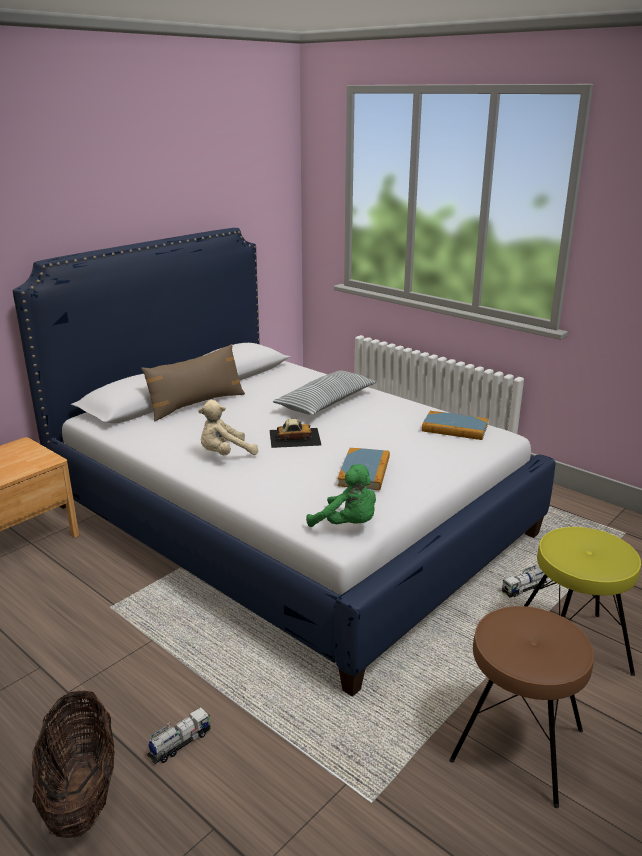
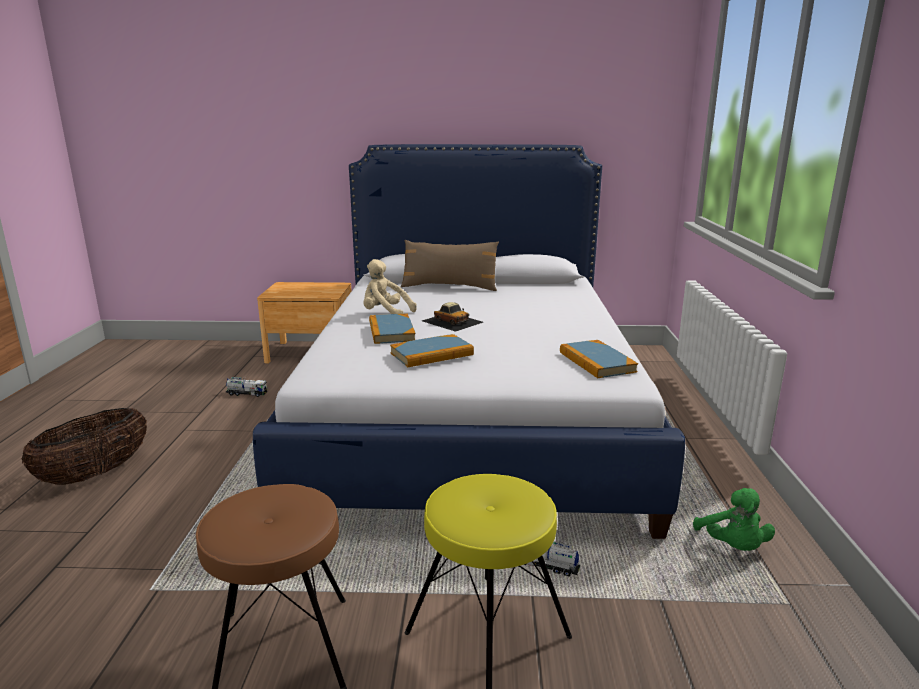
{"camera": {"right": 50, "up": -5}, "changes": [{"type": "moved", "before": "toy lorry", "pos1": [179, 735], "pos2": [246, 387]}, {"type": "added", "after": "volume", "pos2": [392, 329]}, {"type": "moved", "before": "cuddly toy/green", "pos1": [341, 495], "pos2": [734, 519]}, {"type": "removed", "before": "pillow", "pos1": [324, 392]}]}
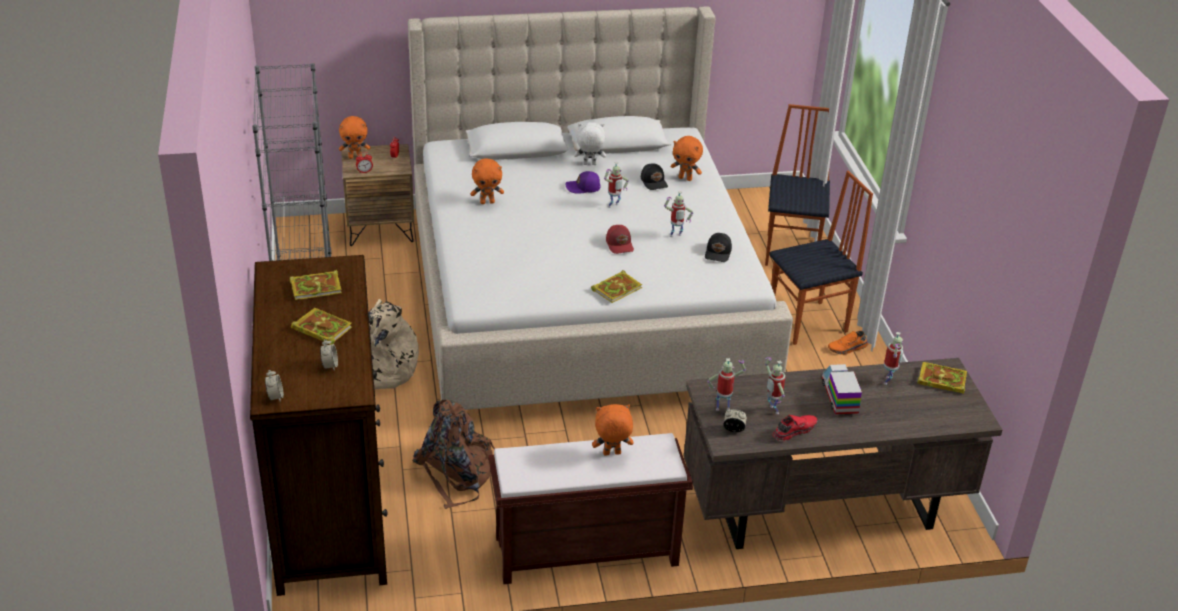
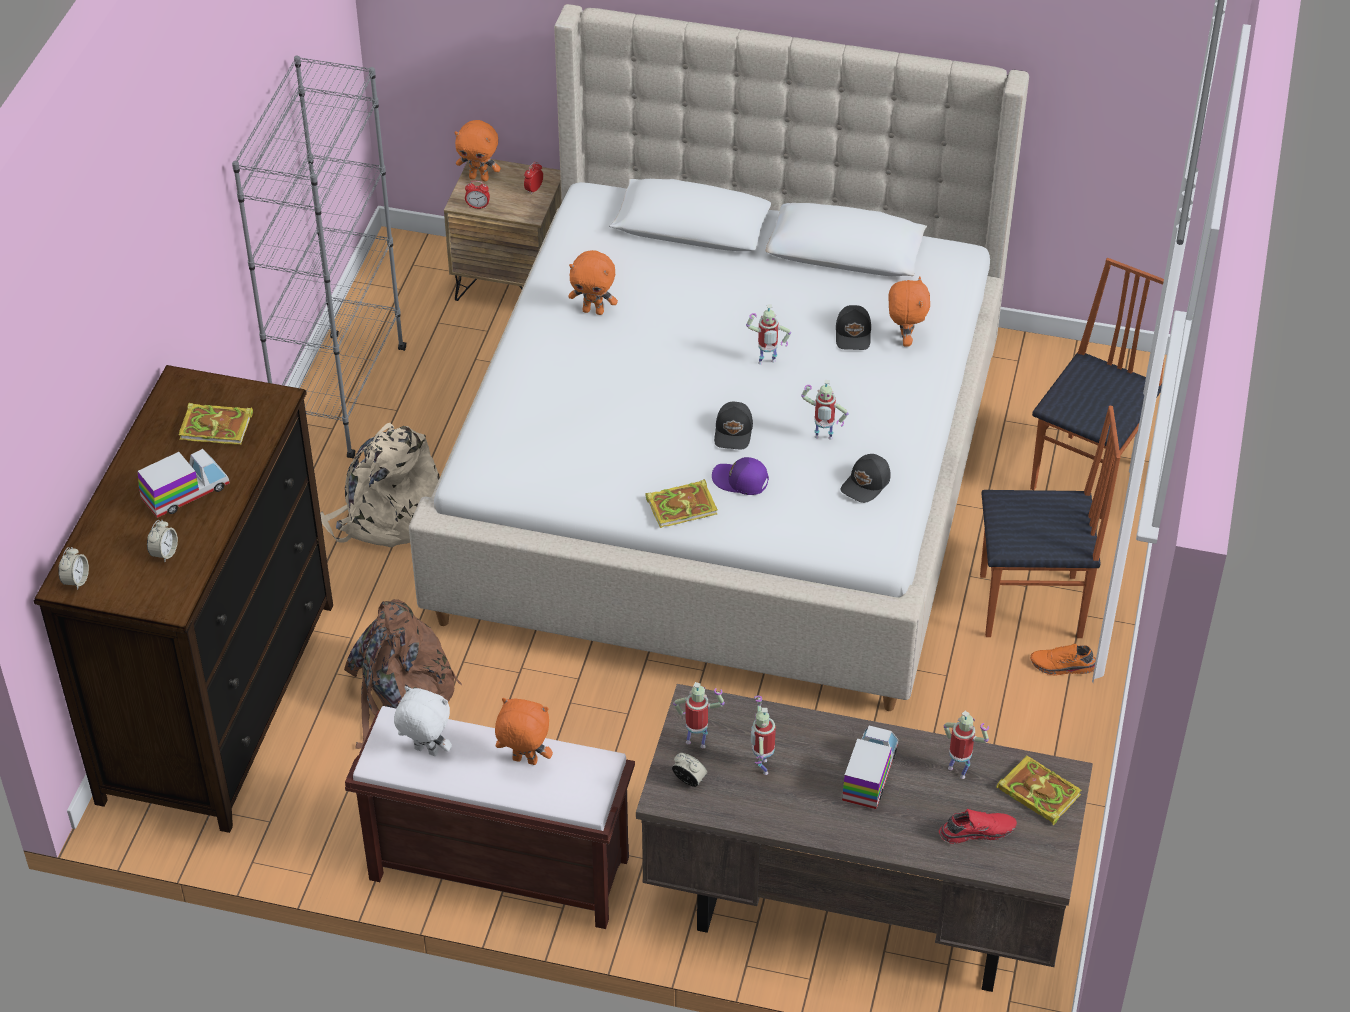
{"camera": {"right": 25, "up": 10}, "changes": [{"type": "replaced", "before": "volume", "after": "toy lorry", "pos1": [321, 326], "pos2": [183, 483]}, {"type": "moved", "before": "cuddly toy/white", "pos1": [590, 143], "pos2": [423, 721]}, {"type": "moved", "before": "peaked cap/purple-coloured", "pos1": [583, 182], "pos2": [740, 476]}, {"type": "recoloured", "before": "peaked cap/red-coloured", "after": "peaked cap/blackish", "pos1": [620, 239], "pos2": [733, 425]}, {"type": "turned", "before": "cuddly toy/orange", "pos1": [687, 158], "pos2": [909, 311], "turn": -135}, {"type": "moved", "before": "item of footwear/red-coloured", "pos1": [794, 428], "pos2": [978, 826]}, {"type": "turned", "before": "robot figure", "pos1": [893, 358], "pos2": [966, 745], "turn": -90}]}
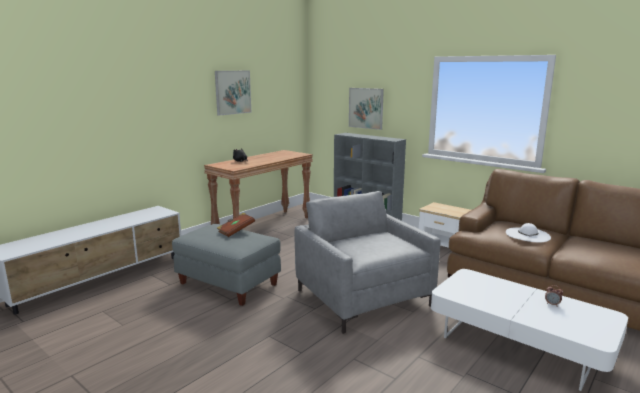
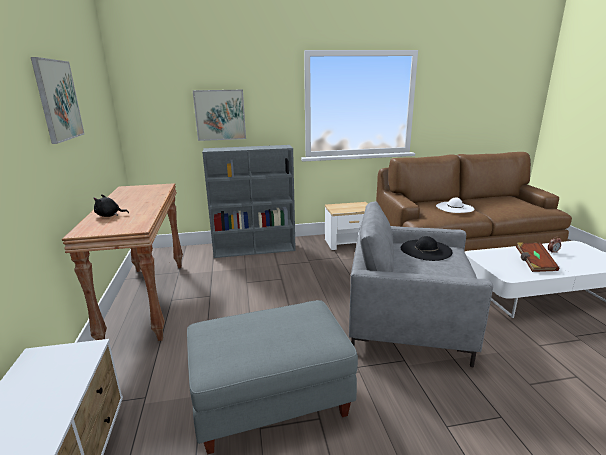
{"camera": {"right": -50, "up": 5}, "changes": [{"type": "added", "after": "clothing hat/blackish", "pos2": [427, 248]}, {"type": "moved", "before": "volume/brownish", "pos1": [236, 224], "pos2": [538, 257]}]}
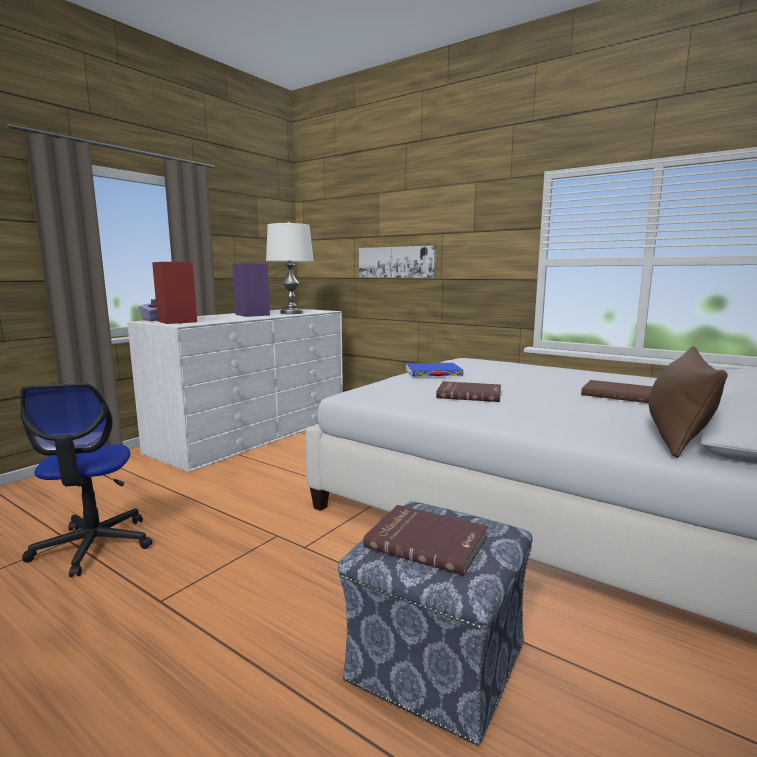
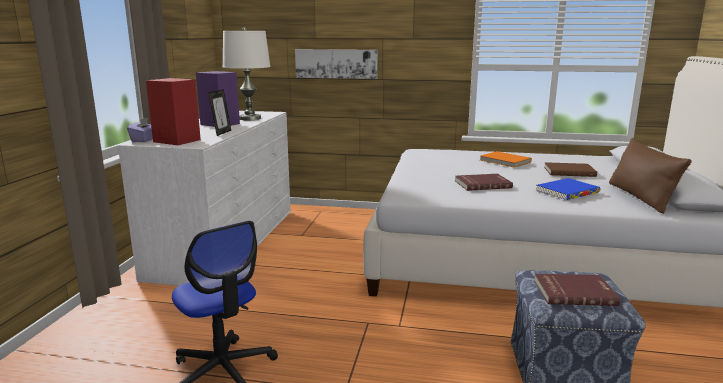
{"camera": {"right": -25, "up": 5}, "changes": [{"type": "added", "after": "picture frame", "pos2": [219, 112]}, {"type": "added", "after": "volume/orange", "pos2": [506, 159]}, {"type": "moved", "before": "volume/blue", "pos1": [434, 370], "pos2": [568, 189]}]}
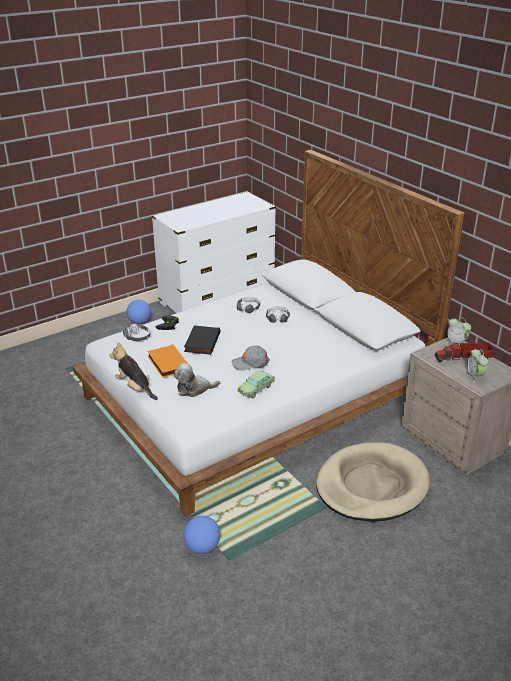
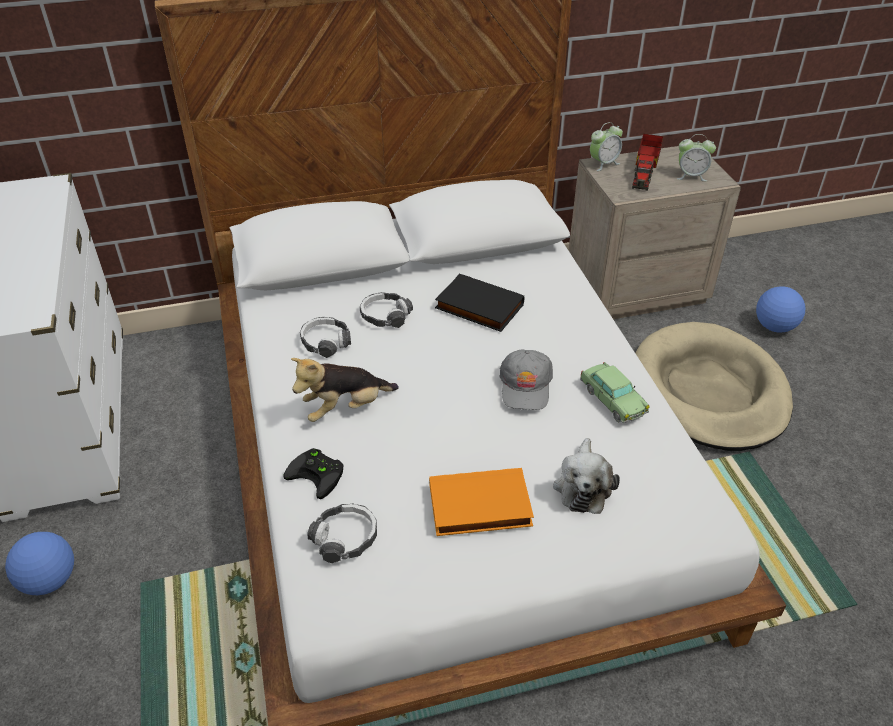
{"camera": {"right": -70, "up": 10}, "changes": [{"type": "moved", "before": "cuddly toy", "pos1": [133, 371], "pos2": [345, 390]}, {"type": "moved", "before": "volume/blackish", "pos1": [202, 340], "pos2": [479, 303]}, {"type": "moved", "before": "football ball", "pos1": [201, 535], "pos2": [780, 309]}]}
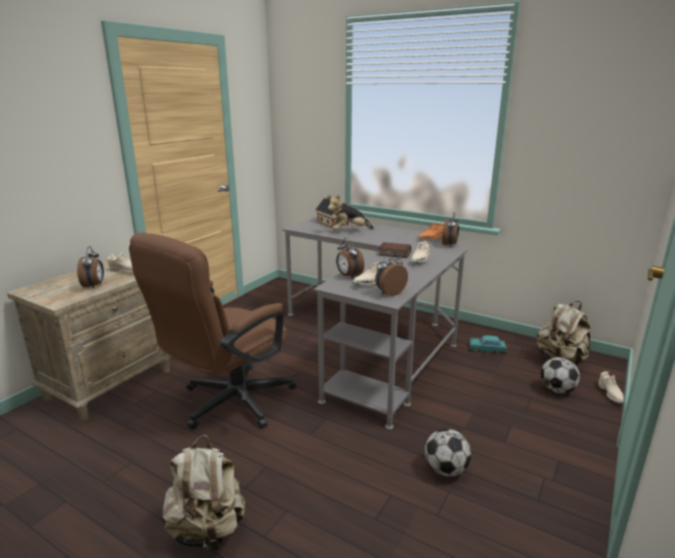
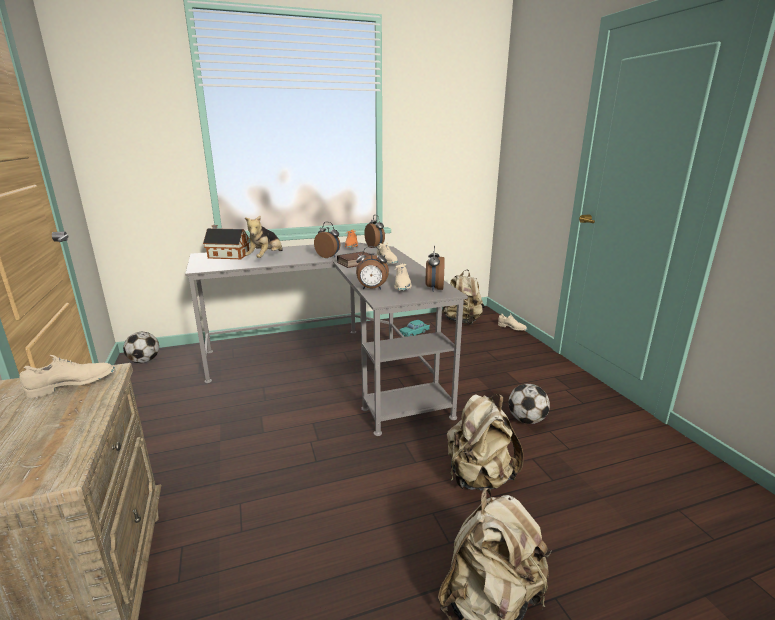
{"camera": {"right": -50, "up": 0}, "changes": [{"type": "moved", "before": "football ball", "pos1": [560, 375], "pos2": [141, 347]}, {"type": "moved", "before": "table clock", "pos1": [90, 267], "pos2": [327, 240]}, {"type": "added", "after": "knapsack/sand-coloured", "pos2": [485, 442]}, {"type": "removed", "before": "computer chair/brownish", "pos1": [212, 331]}]}
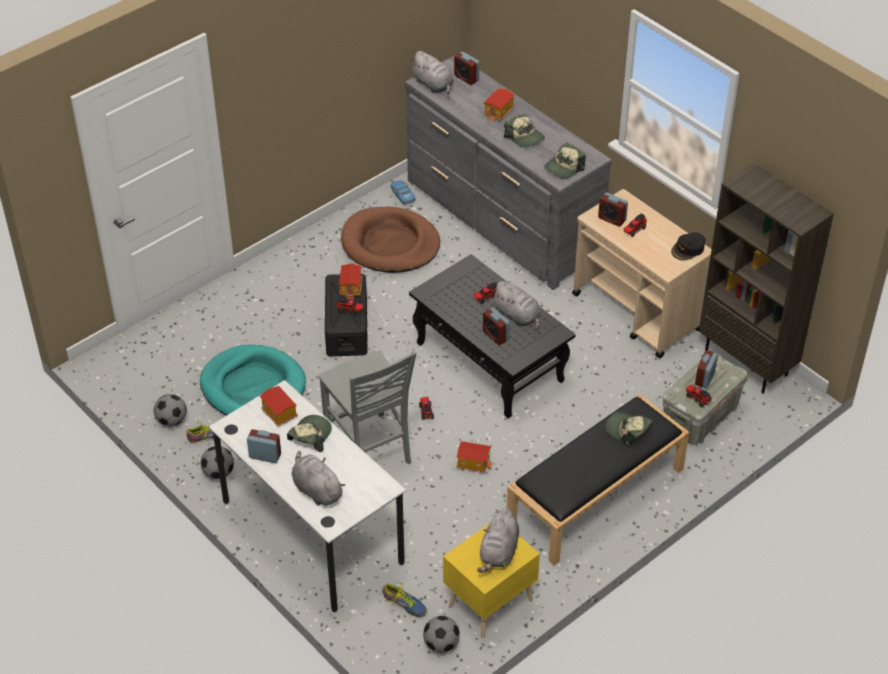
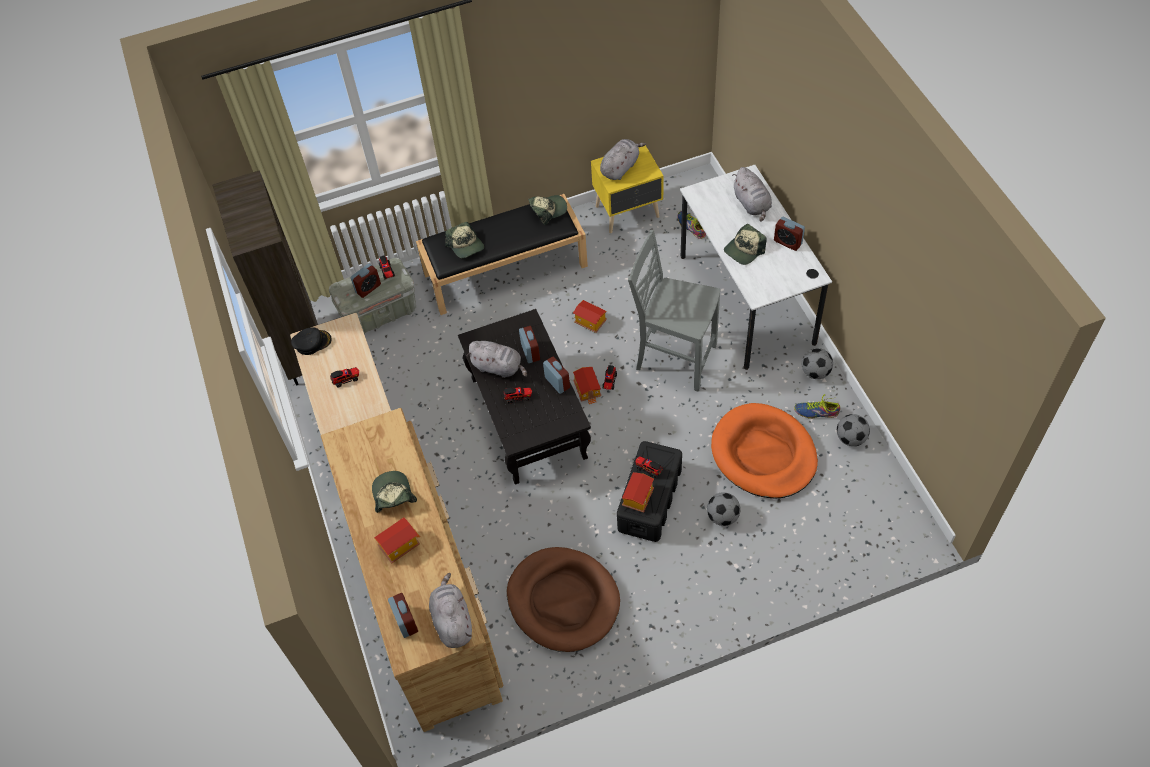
{"camera": {"right": -155, "up": 10}, "changes": [{"type": "recoloured", "before": "chest of drawers/greyish", "after": "chest of drawers/brownish", "pos1": [508, 172], "pos2": [412, 570]}, {"type": "turned", "before": "cuddly toy/greyish", "pos1": [516, 305], "pos2": [496, 359], "turn": 135}, {"type": "moved", "before": "peaked cap", "pos1": [565, 161], "pos2": [547, 210]}, {"type": "moved", "before": "table clock", "pos1": [613, 210], "pos2": [556, 375]}, {"type": "moved", "before": "model house", "pos1": [278, 406], "pos2": [587, 385]}, {"type": "turned", "before": "chair/greyish", "pos1": [368, 407], "pos2": [674, 311], "turn": -60}, {"type": "moved", "before": "football ball", "pos1": [441, 634], "pos2": [724, 509]}, {"type": "recoloured", "before": "dog bed/turquoise-coloured", "after": "dog bed/orange", "pos1": [253, 380], "pos2": [764, 450]}, {"type": "removed", "before": "miniature car", "pos1": [402, 192]}]}
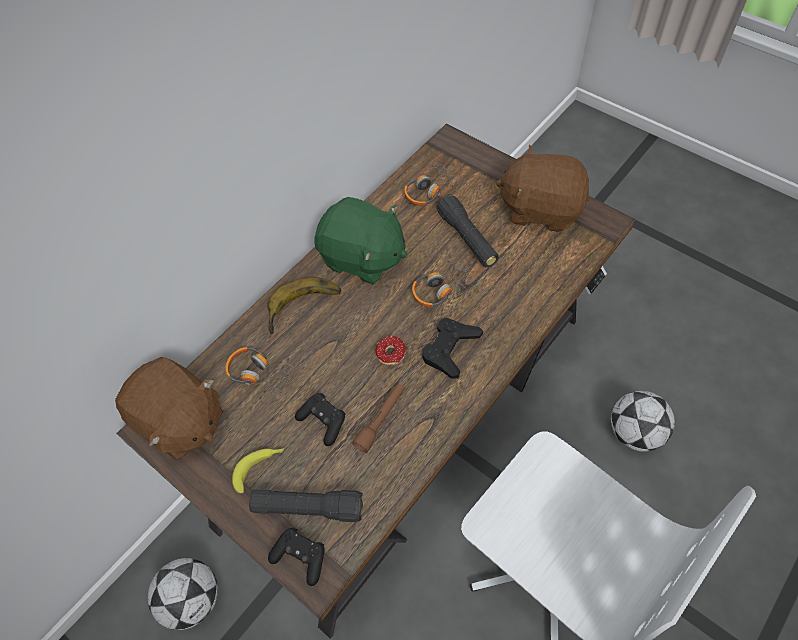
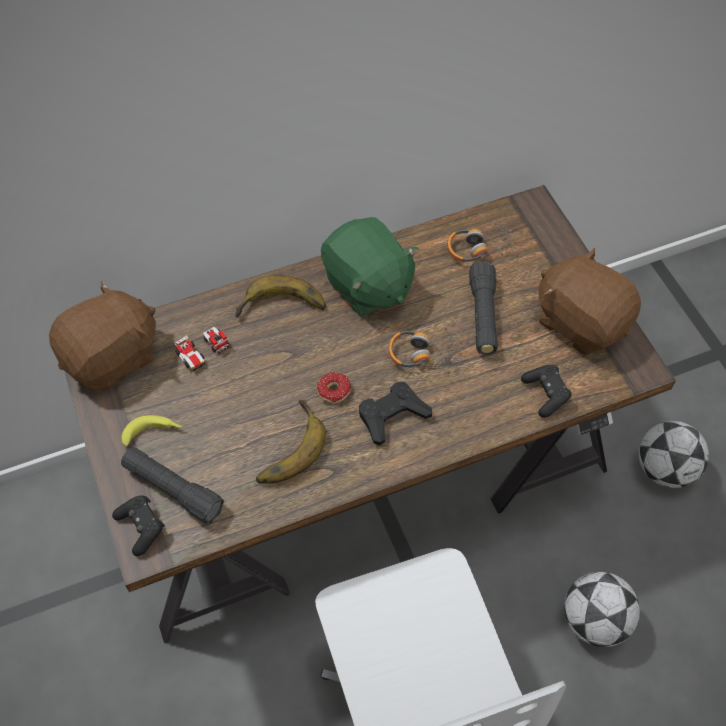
{"camera": {"right": 25, "up": 0}, "changes": [{"type": "turned", "before": "cuddly toy/brownish", "pos1": [169, 408], "pos2": [102, 336], "turn": -105}, {"type": "replaced", "before": "headset", "after": "miniature car", "pos1": [259, 377], "pos2": [201, 349]}, {"type": "replaced", "before": "torch/brownish", "after": "whole banana", "pos1": [378, 418], "pos2": [291, 442]}, {"type": "moved", "before": "gamepad/blackish", "pos1": [320, 419], "pos2": [546, 391]}, {"type": "moved", "before": "football ball", "pos1": [183, 594], "pos2": [674, 454]}]}
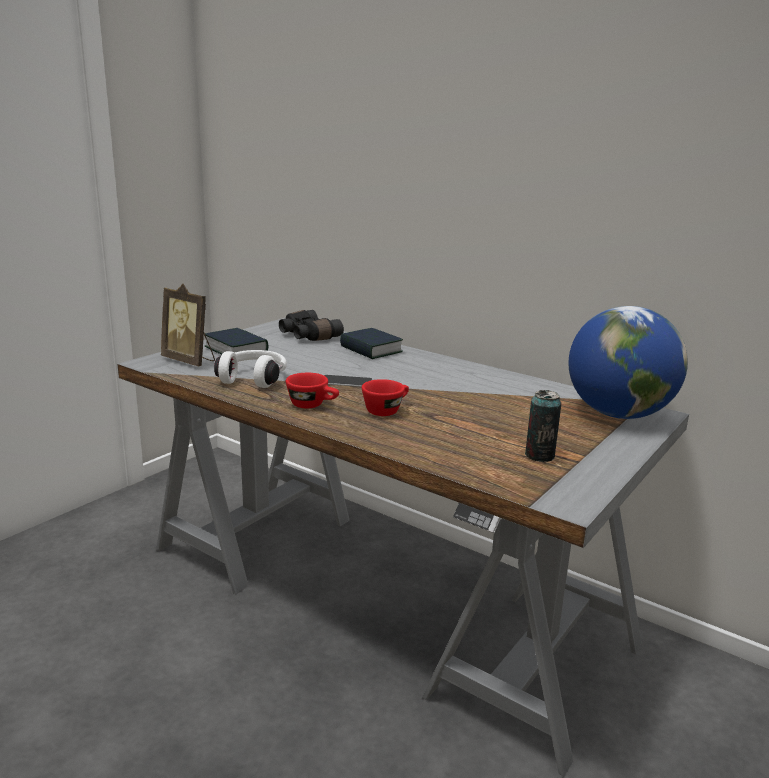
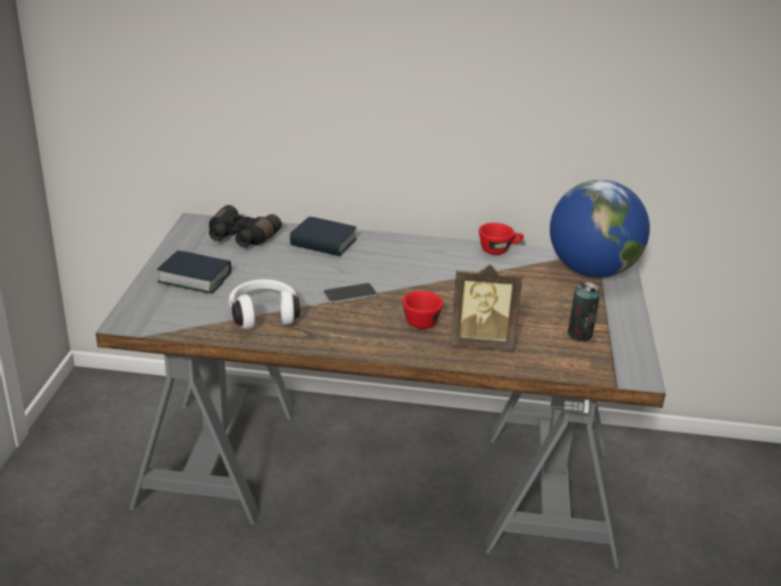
{"camera": {"right": -30, "up": 10}, "changes": [{"type": "moved", "before": "picture frame", "pos1": [188, 325], "pos2": [486, 308]}, {"type": "moved", "before": "drinking cup/red-coloured", "pos1": [312, 390], "pos2": [501, 239]}]}
